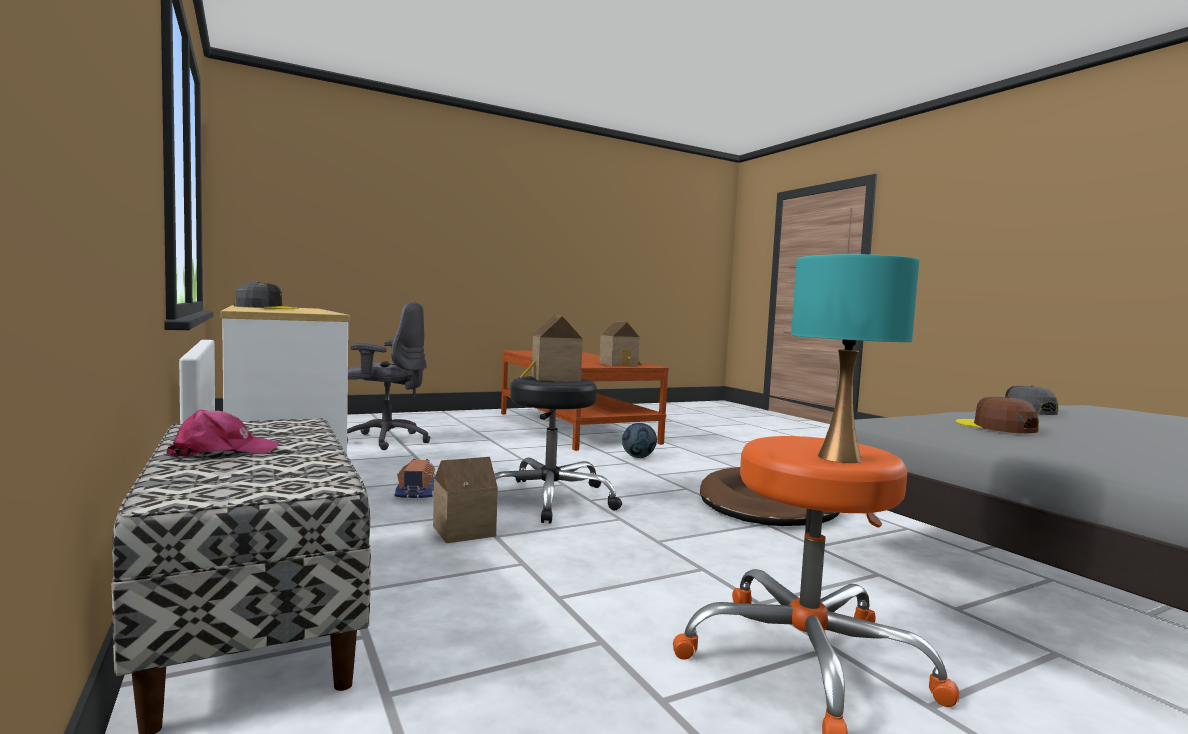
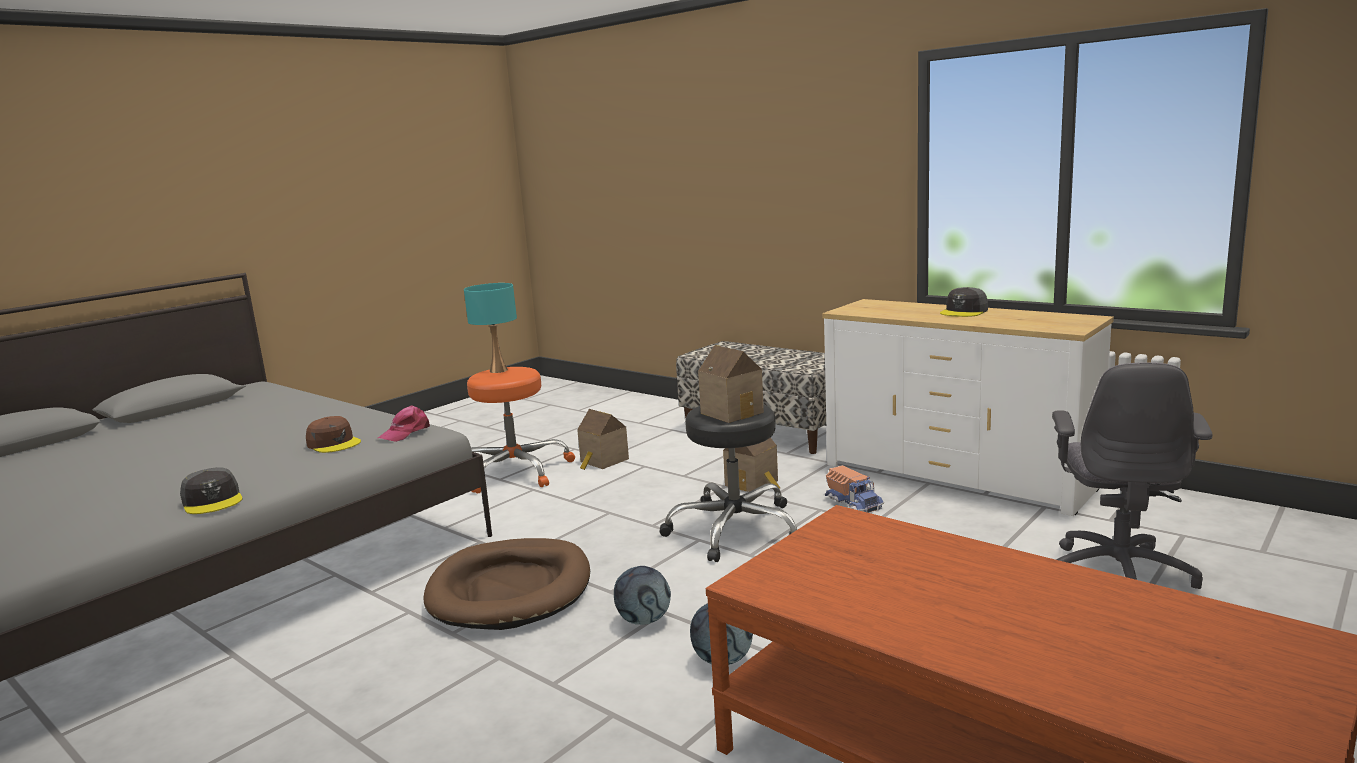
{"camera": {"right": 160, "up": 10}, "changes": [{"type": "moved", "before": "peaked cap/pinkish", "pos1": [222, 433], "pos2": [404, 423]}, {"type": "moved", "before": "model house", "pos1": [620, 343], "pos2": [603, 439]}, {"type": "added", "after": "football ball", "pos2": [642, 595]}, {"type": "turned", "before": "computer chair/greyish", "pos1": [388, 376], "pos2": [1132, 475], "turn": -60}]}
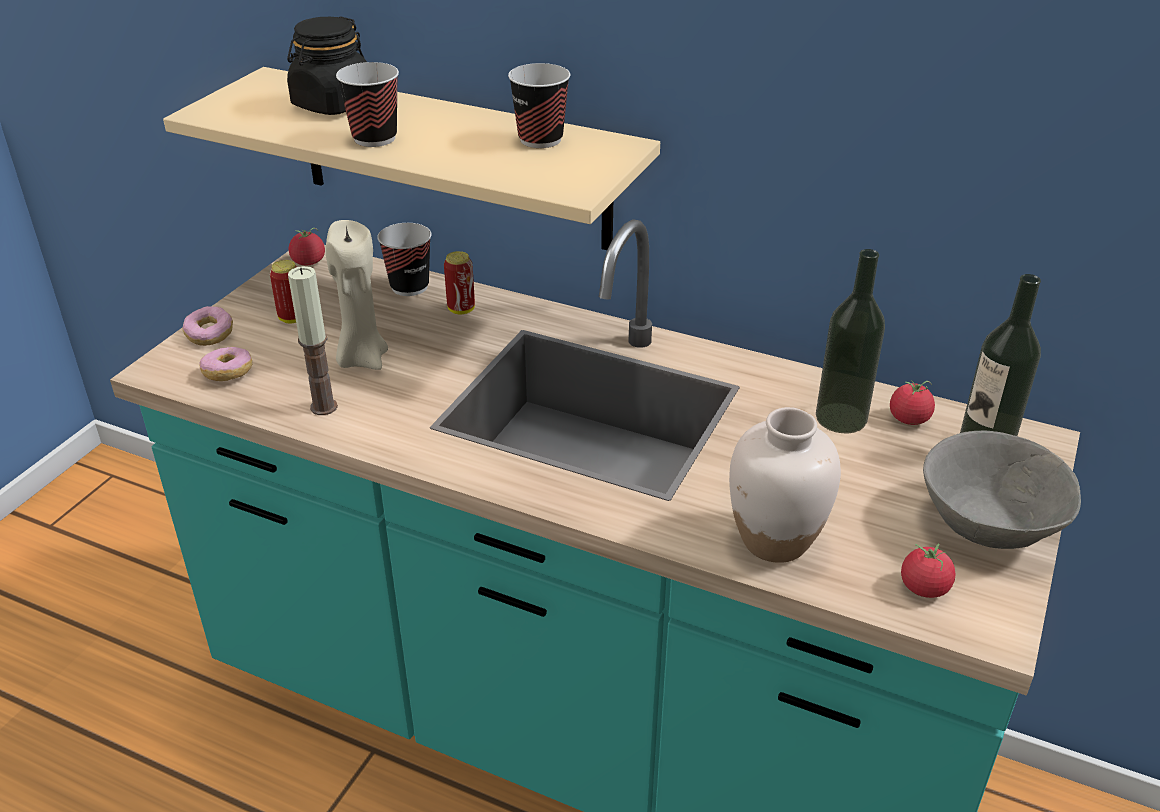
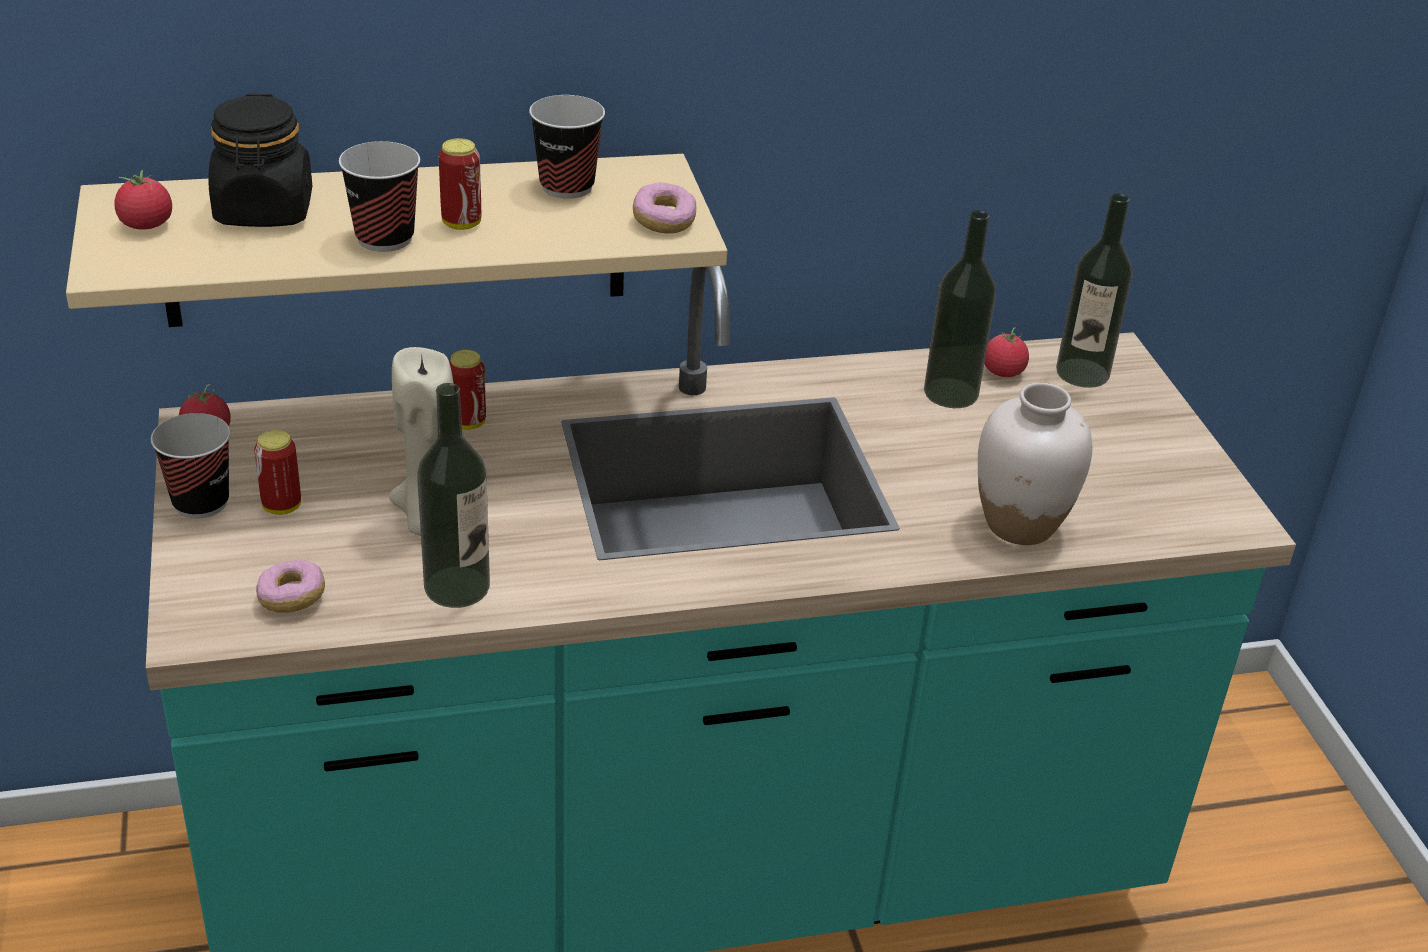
{"camera": {"right": -40, "up": 0}, "changes": [{"type": "moved", "before": "fresh tomato", "pos1": [928, 570], "pos2": [143, 200]}, {"type": "moved", "before": "drinking cup", "pos1": [404, 259], "pos2": [190, 466]}, {"type": "replaced", "before": "wax light", "after": "beverage bottle", "pos1": [313, 340], "pos2": [453, 495]}, {"type": "added", "after": "metal can", "pos2": [459, 184]}, {"type": "moved", "before": "ring doughnut", "pos1": [208, 326], "pos2": [664, 207]}, {"type": "removed", "before": "serving bowl/greyish", "pos1": [1002, 490]}]}
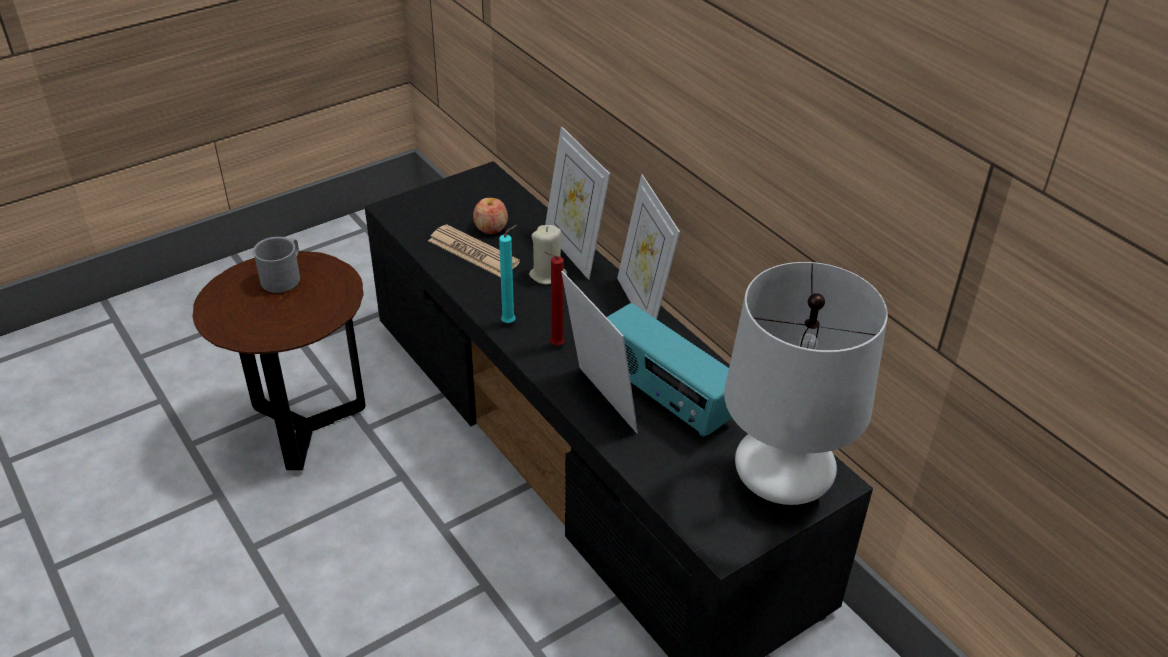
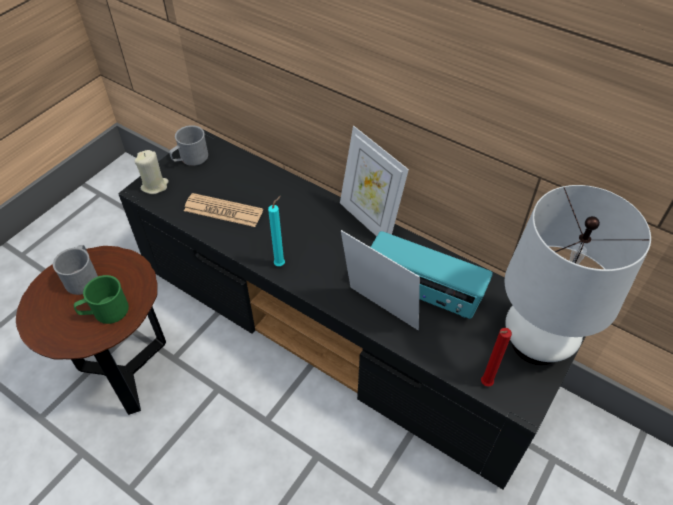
{"camera": {"right": -20, "up": 10}, "changes": [{"type": "added", "after": "tea mug/green", "pos2": [101, 299]}, {"type": "moved", "before": "wax light/sand-coloured", "pos1": [548, 255], "pos2": [151, 172]}, {"type": "added", "after": "tea mug/greyish", "pos2": [188, 145]}, {"type": "moved", "before": "wax light/red-coloured", "pos1": [555, 298], "pos2": [496, 357]}, {"type": "removed", "before": "apple fruit", "pos1": [490, 216]}, {"type": "removed", "before": "picture frame", "pos1": [577, 203]}]}
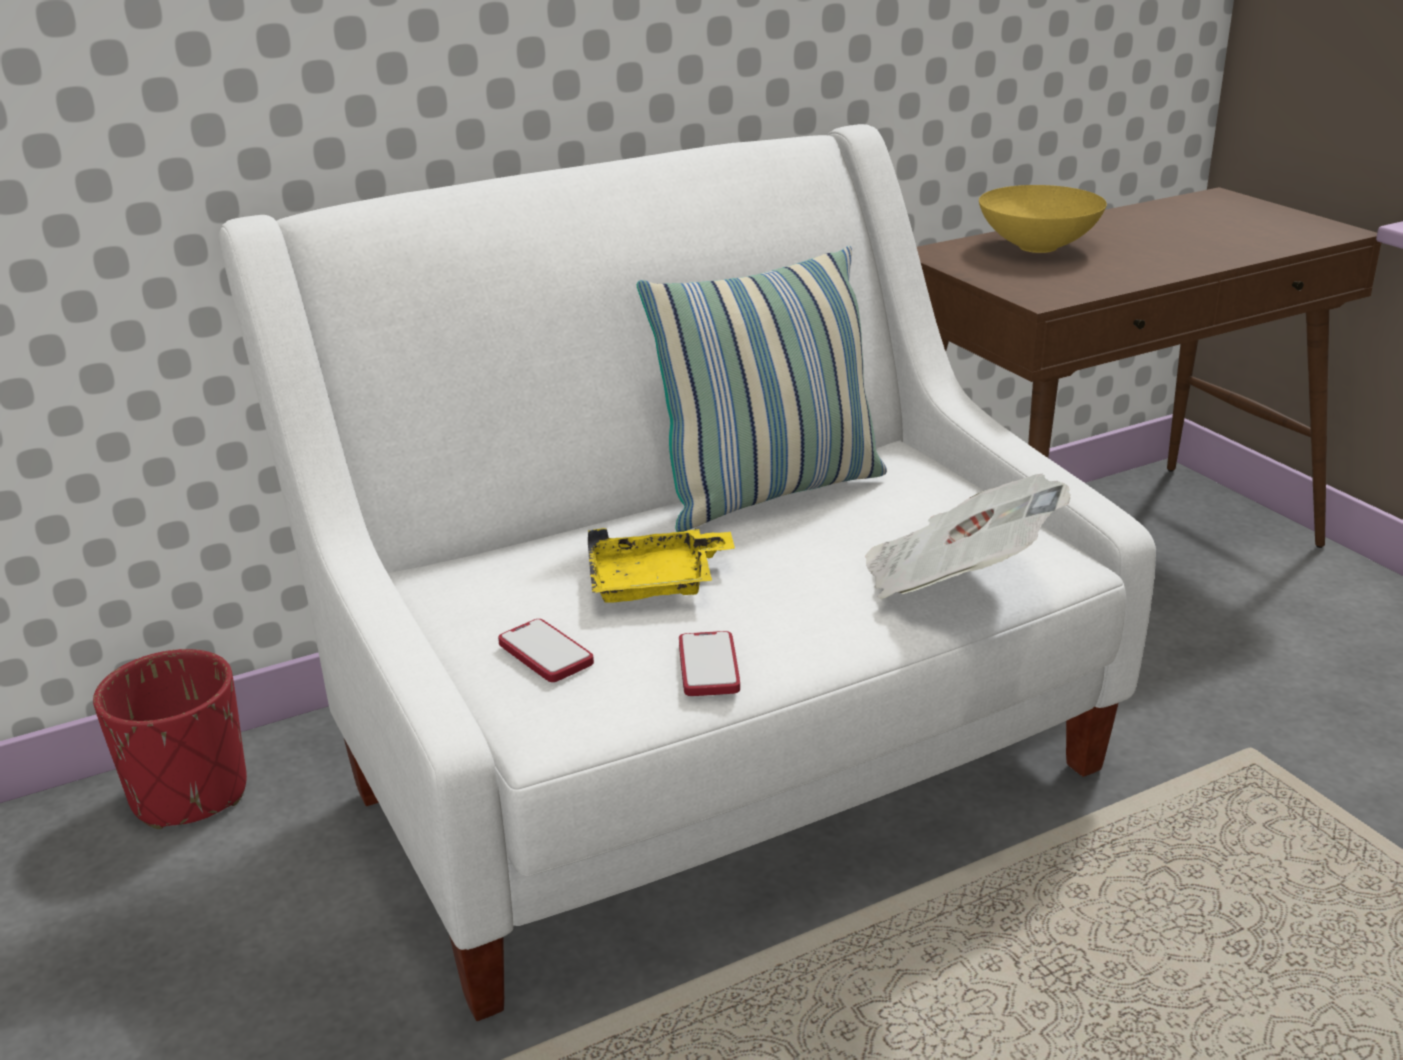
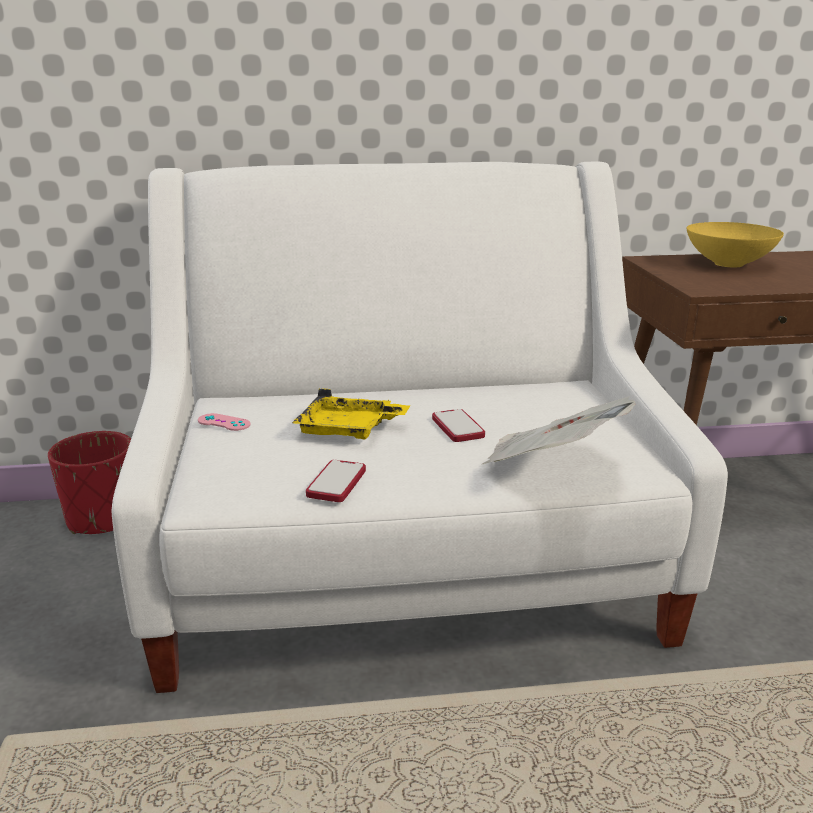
{"camera": {"right": 20, "up": -5}, "changes": [{"type": "added", "after": "gamepad/pinkish", "pos2": [224, 422]}, {"type": "moved", "before": "handset", "pos1": [546, 650], "pos2": [458, 425]}, {"type": "removed", "before": "pillow", "pos1": [762, 389]}]}
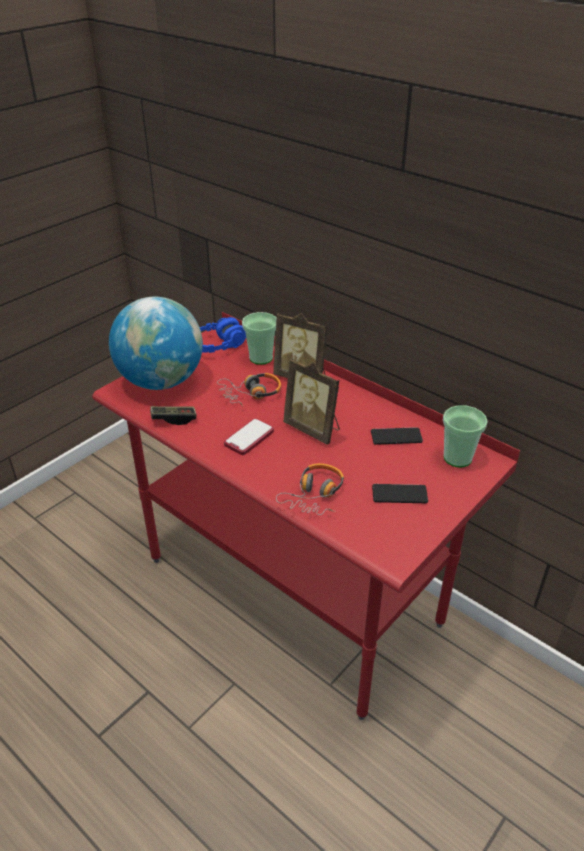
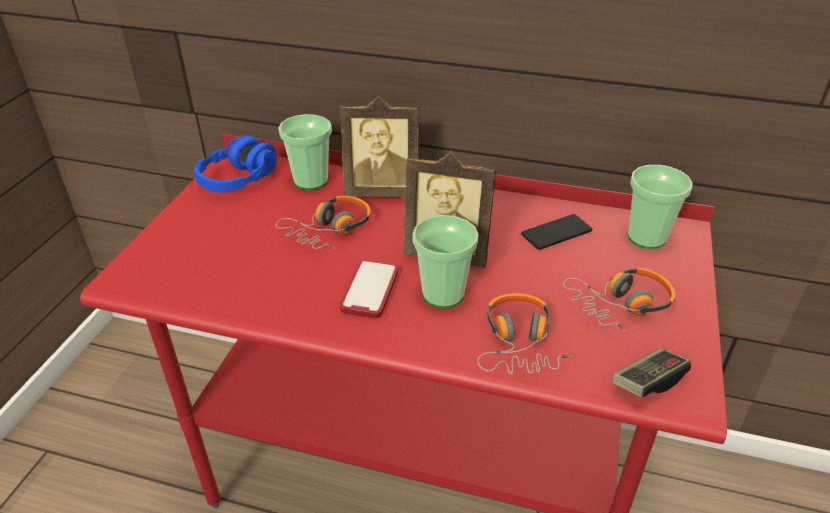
{"camera": {"right": -25, "up": 0}, "changes": [{"type": "added", "after": "drinking cup", "pos2": [445, 261]}, {"type": "replaced", "before": "handset", "after": "headset", "pos1": [400, 493], "pos2": [619, 299]}, {"type": "moved", "before": "gamepad", "pos1": [173, 415], "pos2": [652, 373]}, {"type": "removed", "before": "world globe", "pos1": [156, 343]}]}
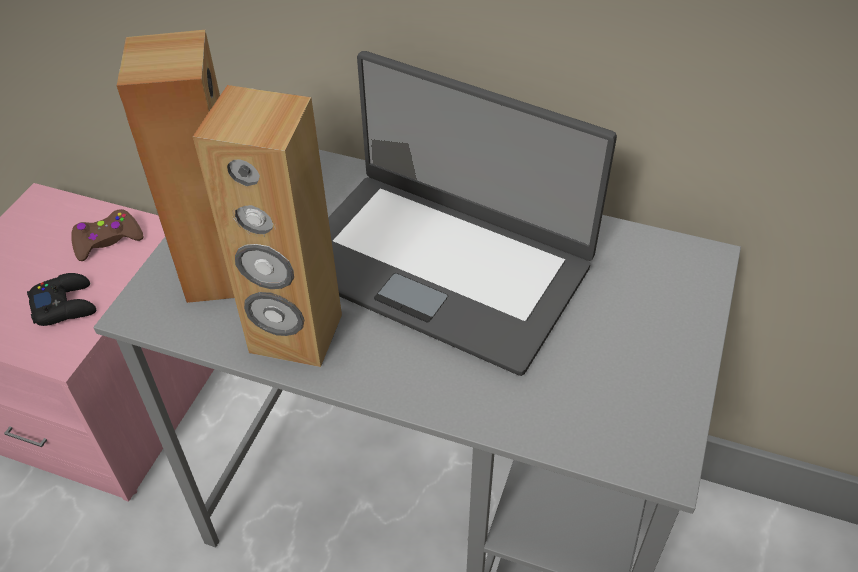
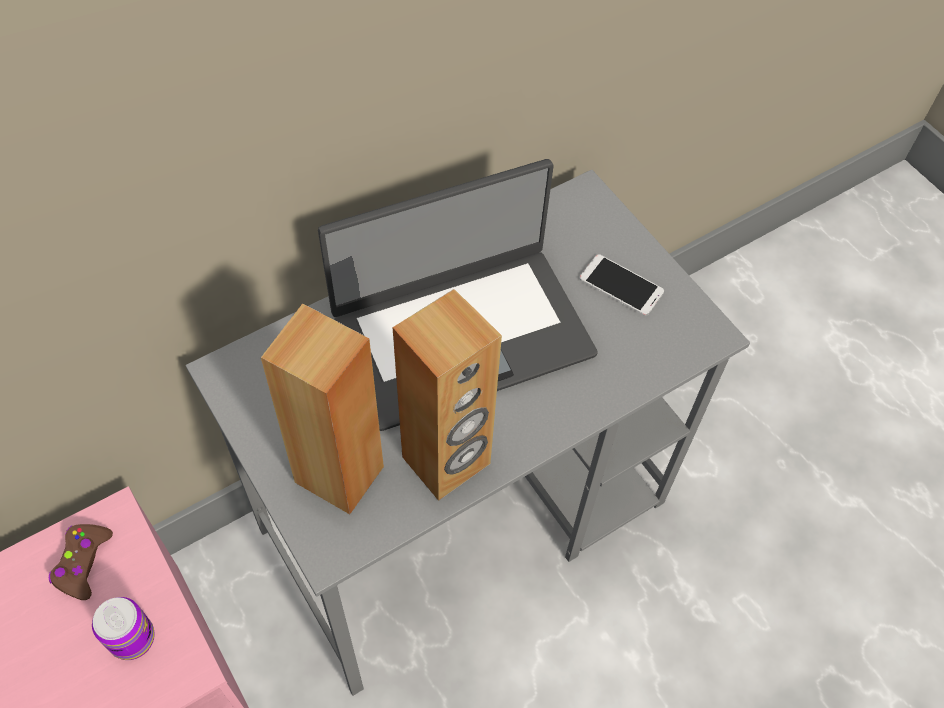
{"camera": {"right": -55, "up": 10}, "changes": [{"type": "replaced", "before": "gamepad/blackish", "after": "metal can", "pos1": [61, 299], "pos2": [123, 628]}, {"type": "added", "after": "handset", "pos2": [621, 285]}]}
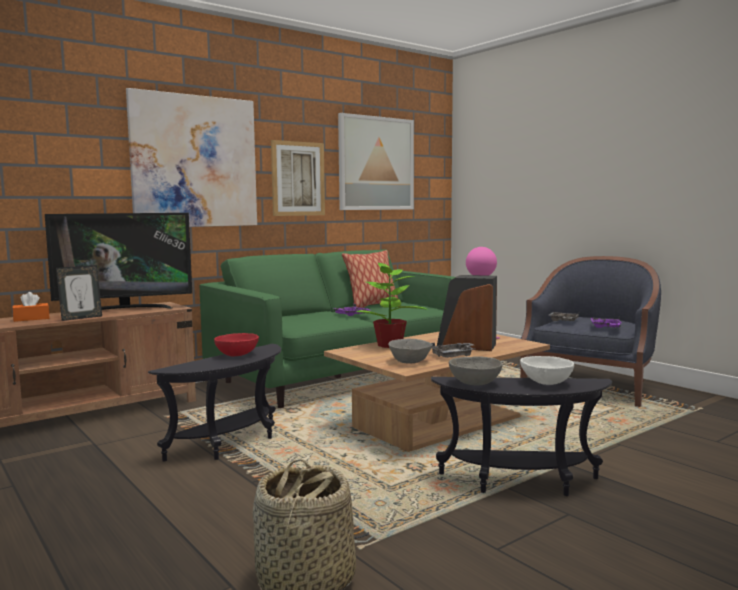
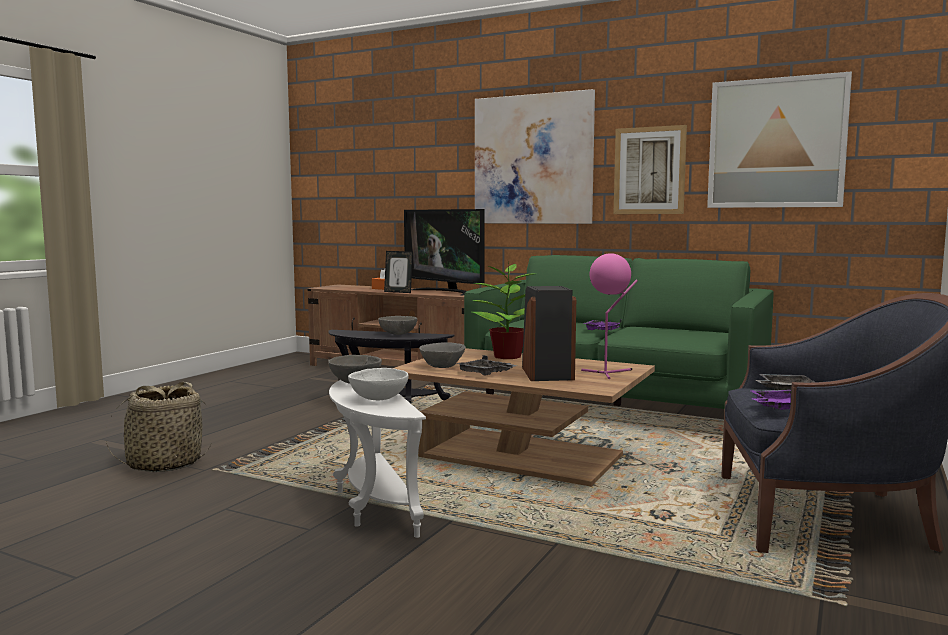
{"camera": {"right": 65, "up": 0}, "changes": [{"type": "recoloured", "before": "end table/blackish", "after": "end table/white", "pos1": [521, 436], "pos2": [377, 459]}, {"type": "recoloured", "before": "serving bowl/red-coloured", "after": "serving bowl/greyish", "pos1": [236, 344], "pos2": [397, 325]}, {"type": "removed", "before": "pillow", "pos1": [370, 279]}]}
